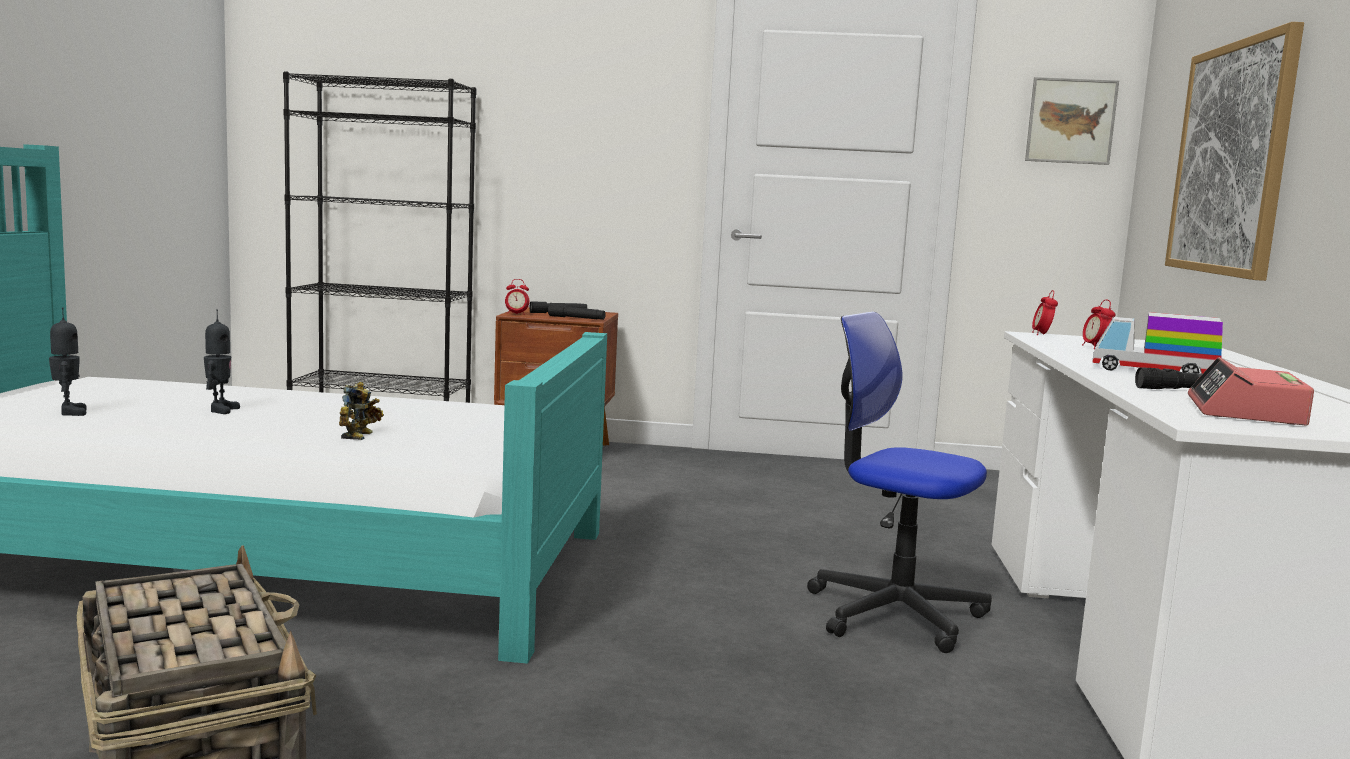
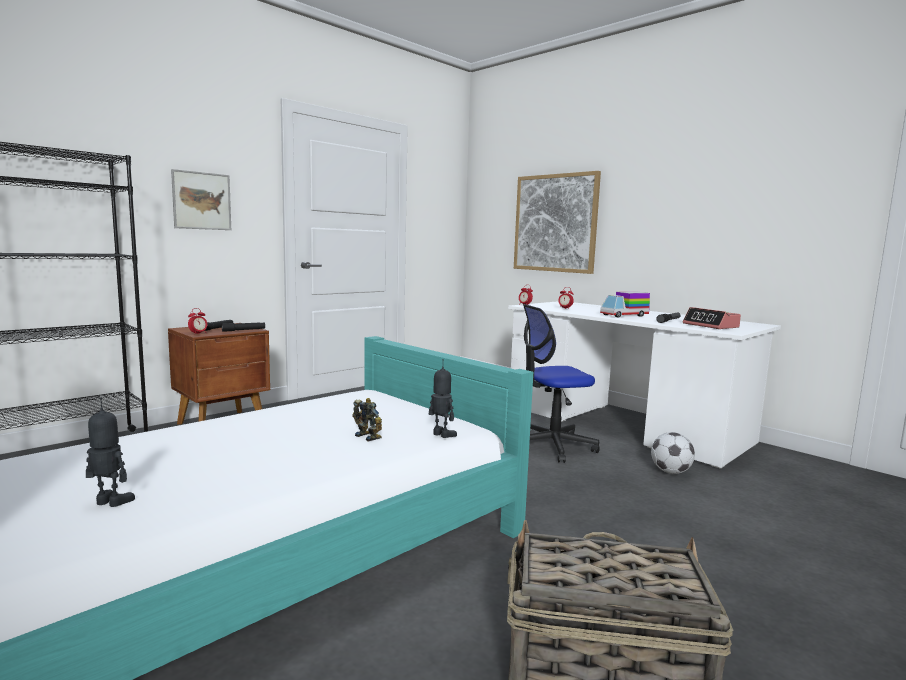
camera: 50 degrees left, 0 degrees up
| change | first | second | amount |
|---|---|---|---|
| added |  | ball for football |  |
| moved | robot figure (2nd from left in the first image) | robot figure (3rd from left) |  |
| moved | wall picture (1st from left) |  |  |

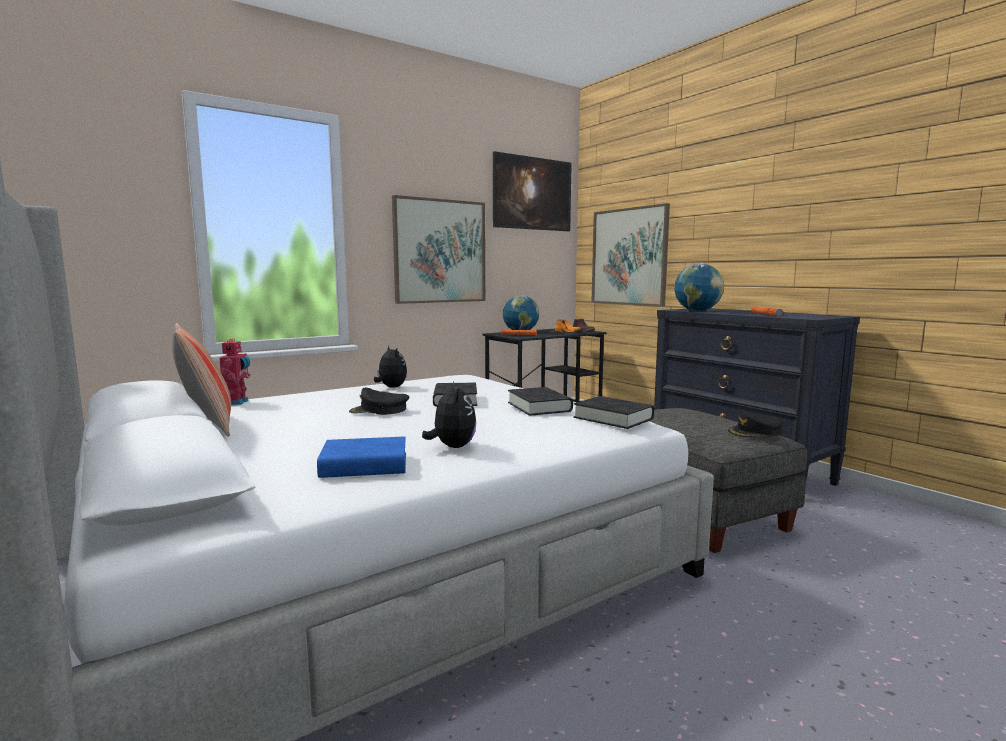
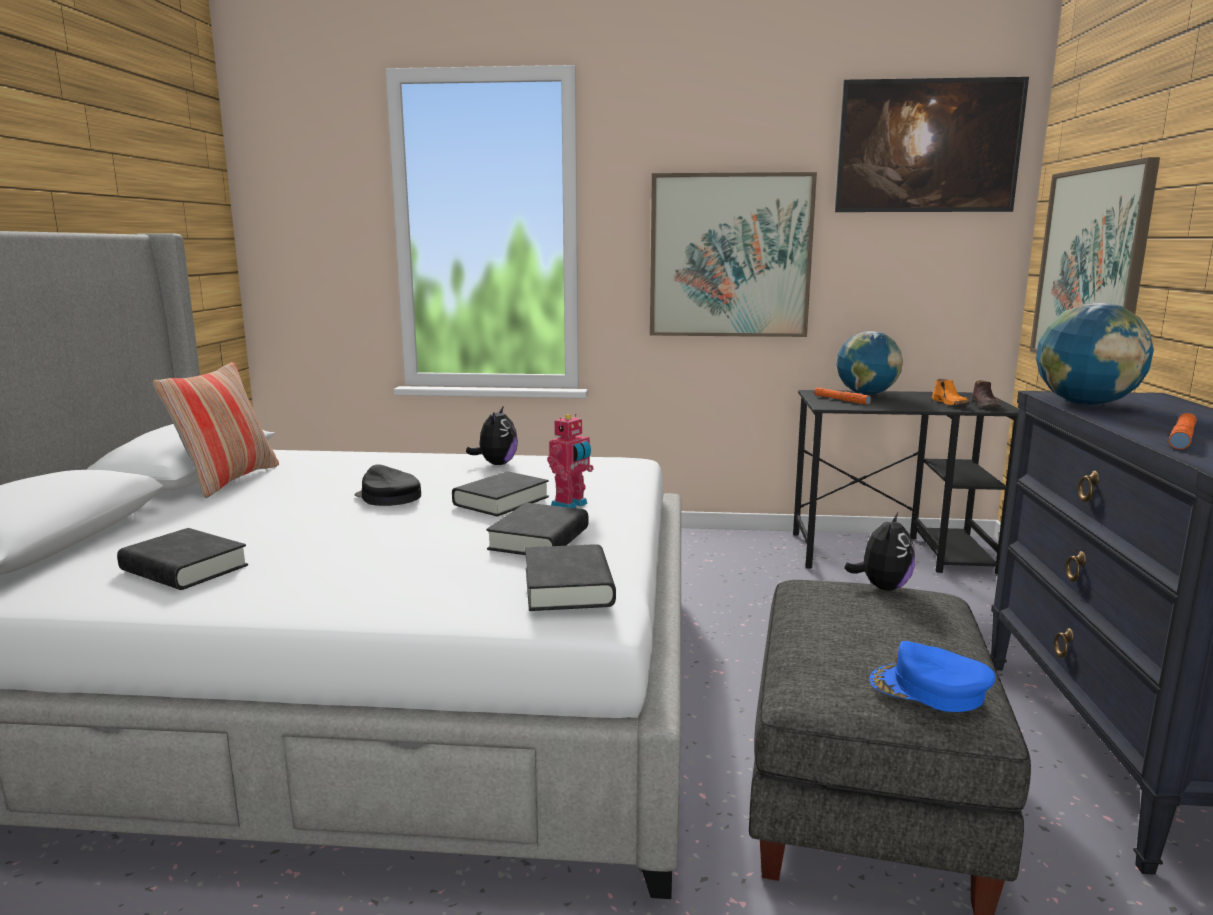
camera: 40 degrees right, 5 degrees up
| change | first | second | amount |
|---|---|---|---|
| moved | robot figure |  |  |
| moved | soft toy (2nd from left) |  |  |
| recoloured | blue-coloured volume | blackish volume (1st from left) |  |
| recoloured | blackish peaked cap (2nd from left) | blue-coloured peaked cap |  |

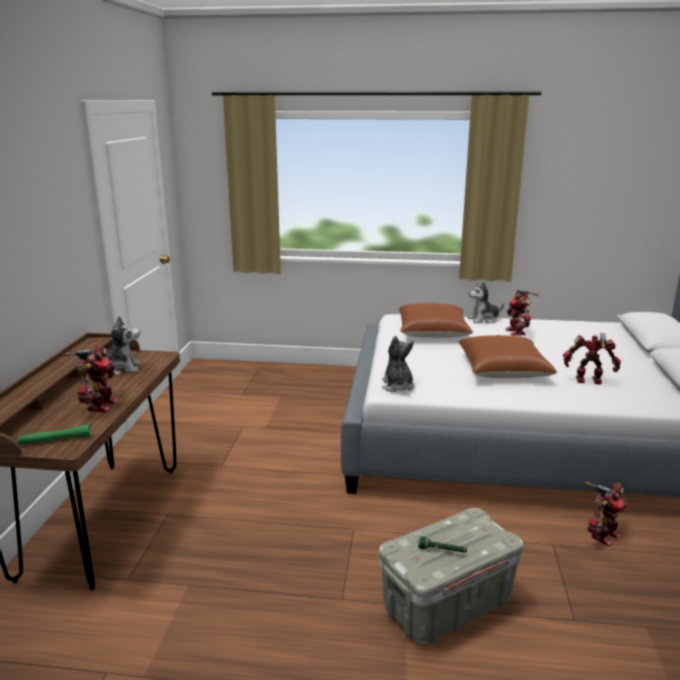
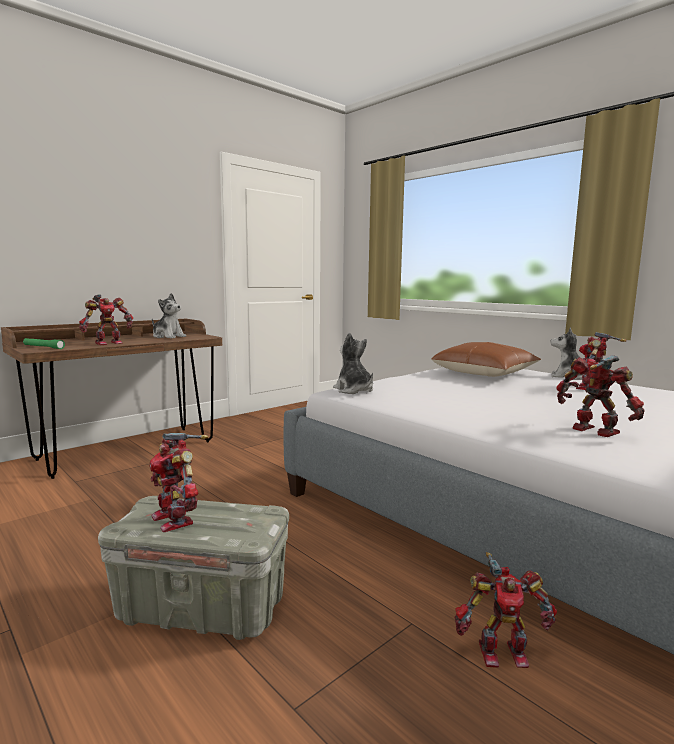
camera: 40 degrees right, 10 degrees down
| change | first | second | amount |
|---|---|---|---|
| removed | brownish throw pillow (2nd from left) |  |  |
| replaced | greenish hand torch (2nd from left) | robot figure (2nd from left) |  |
| turned | soft toy (2nd from left) |  | 60 degrees counterclockwise |

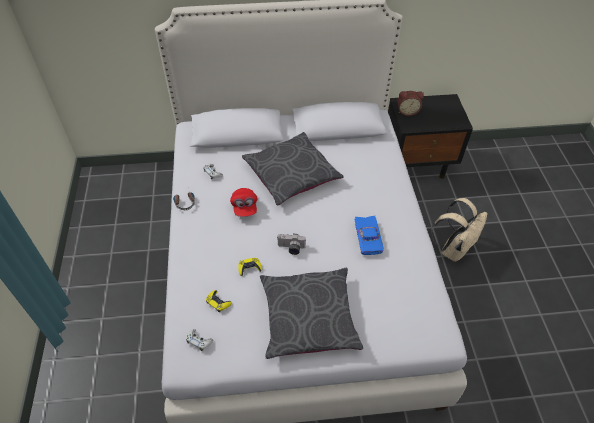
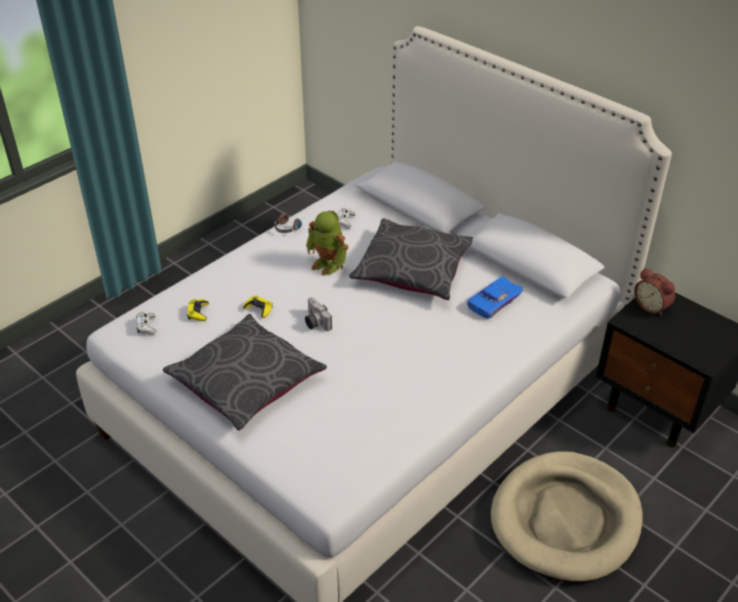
camera: 50 degrees right, 10 degrees down
| change | first | second | amount |
|---|---|---|---|
| moved | blue-coloured miniature car |  |  |
| replaced | reddish peaked cap | robot figure |  |
| replaced | sand-coloured rucksack | sand-coloured dog cushion |  |

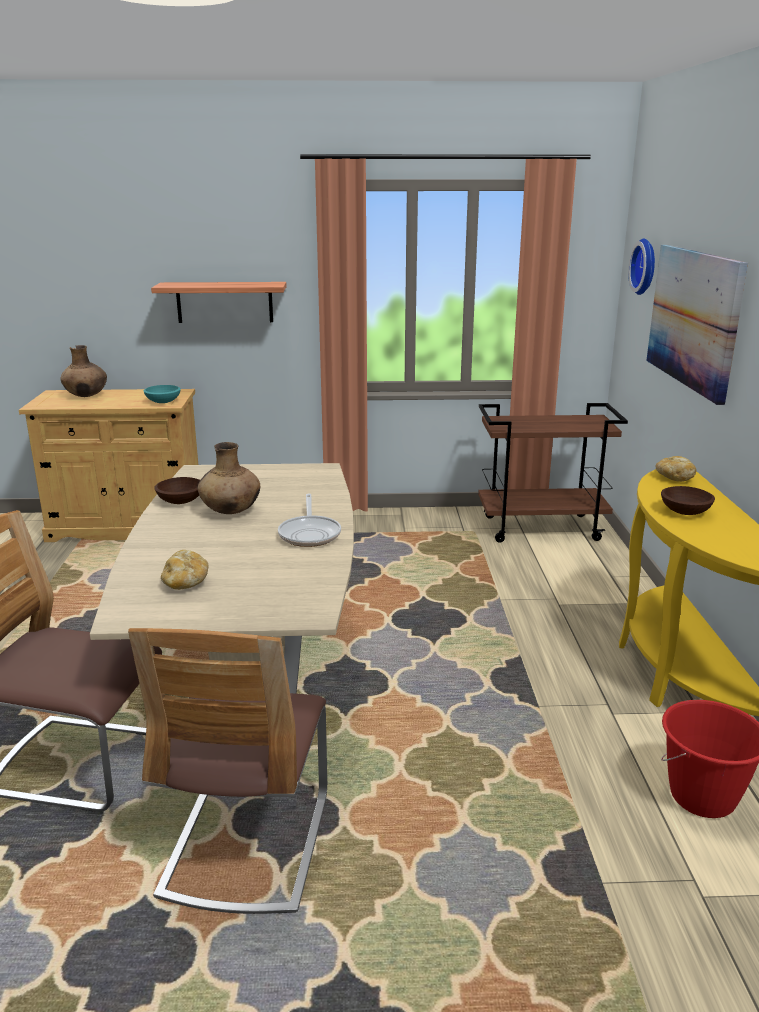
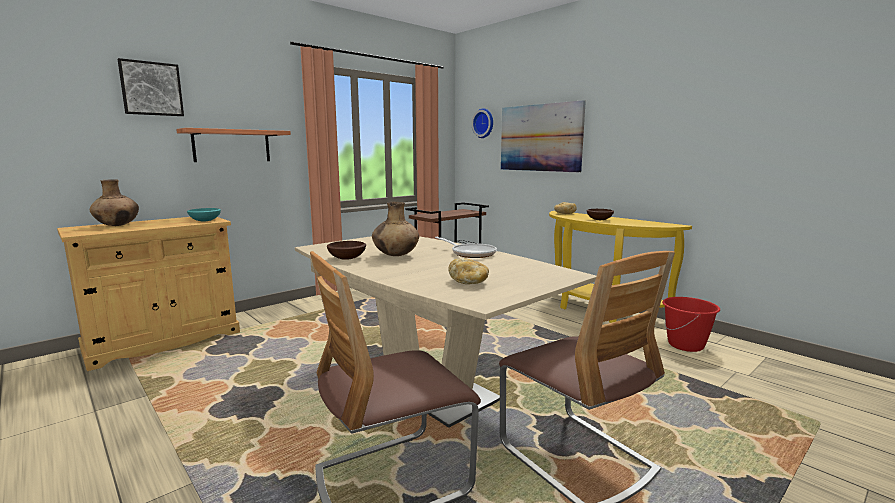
camera: 40 degrees left, 10 degrees down
| change | first | second | amount |
|---|---|---|---|
| added |  | wall picture (1st from left) |  |

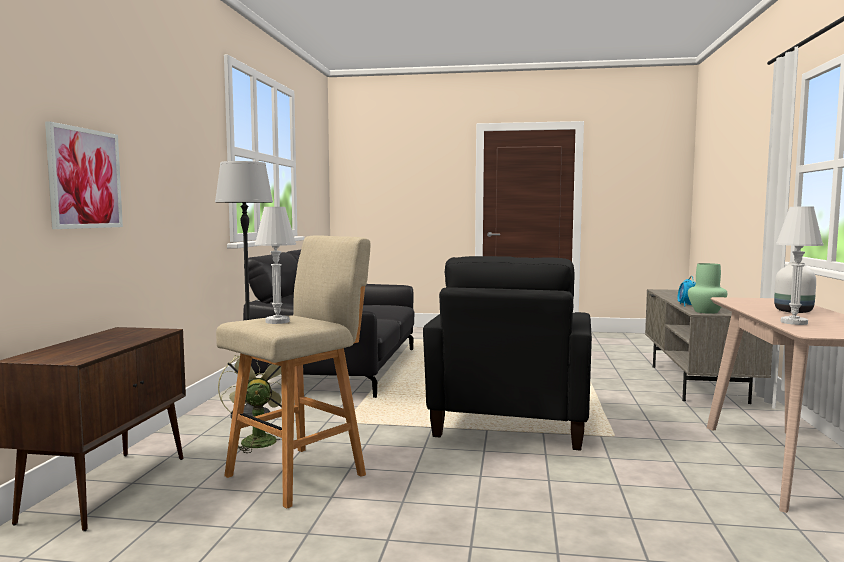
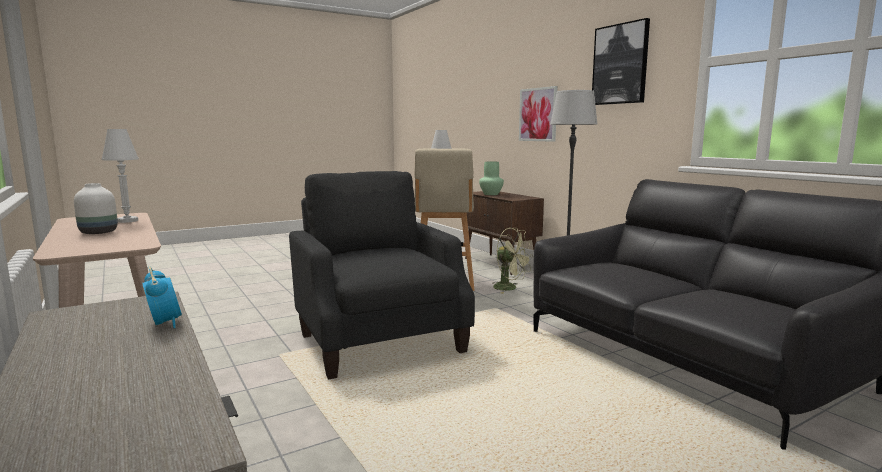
camera: 140 degrees right, 5 degrees up
| change | first | second | amount |
|---|---|---|---|
| added |  | wall picture (2nd from left) |  |
| moved | greenish flower vase |  |  |

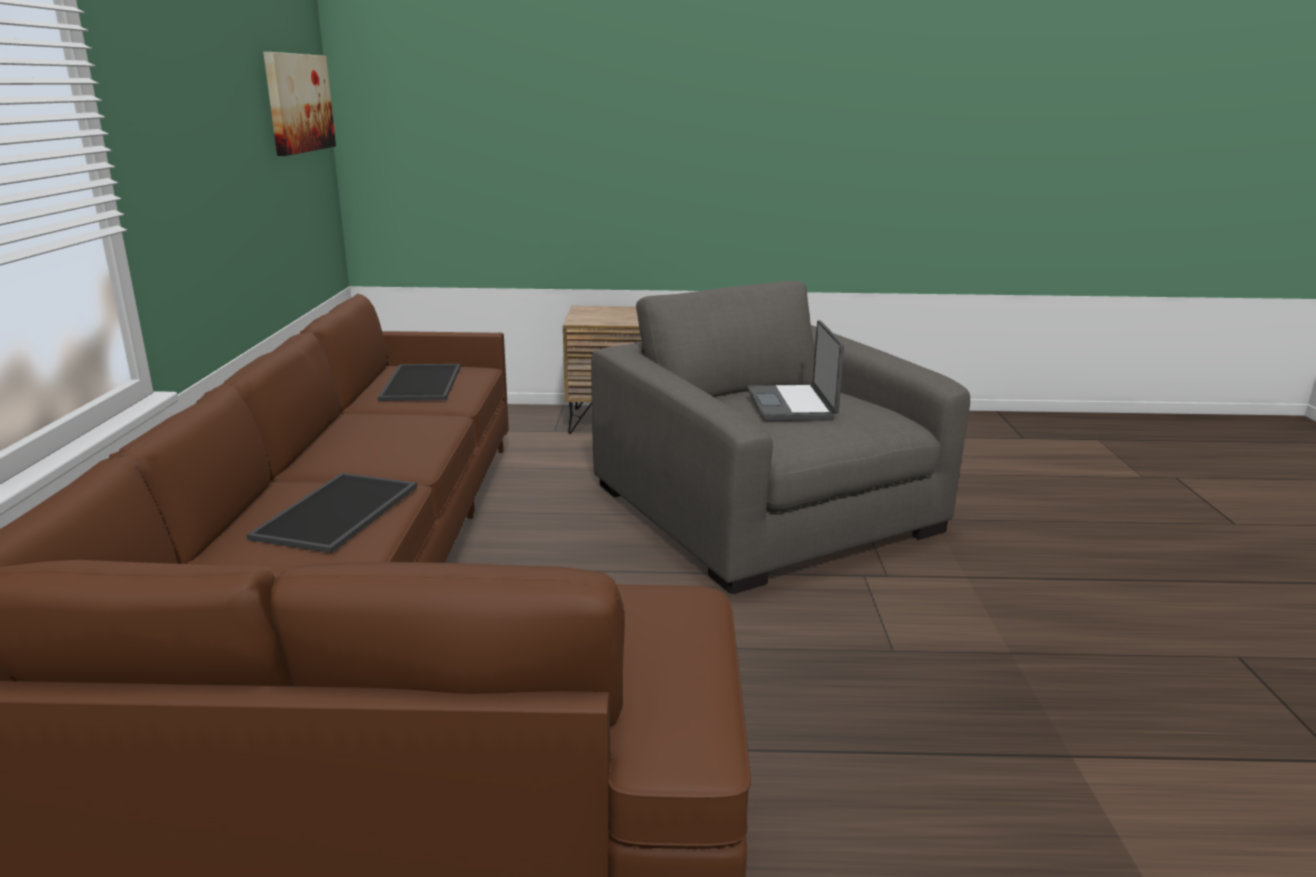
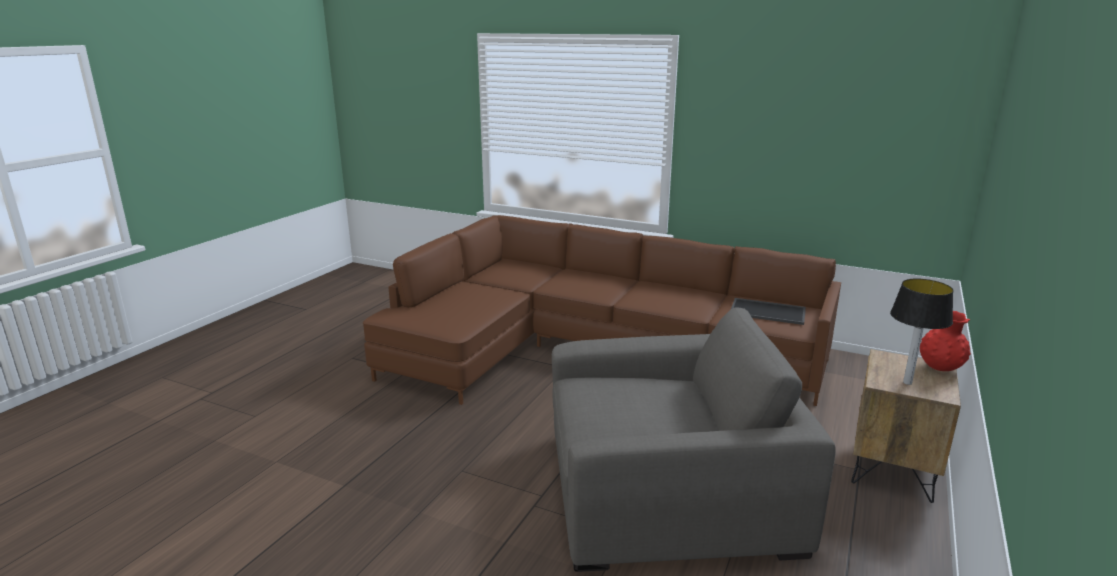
camera: 115 degrees right, 0 degrees up
| change | first | second | amount |
|---|---|---|---|
| removed | tray (1st from left) |  |  |
| removed | wall picture |  |  |
| removed | portable computer |  |  |
| added |  | tabletop lamp |  |
| added |  | reddish flower vase |  |

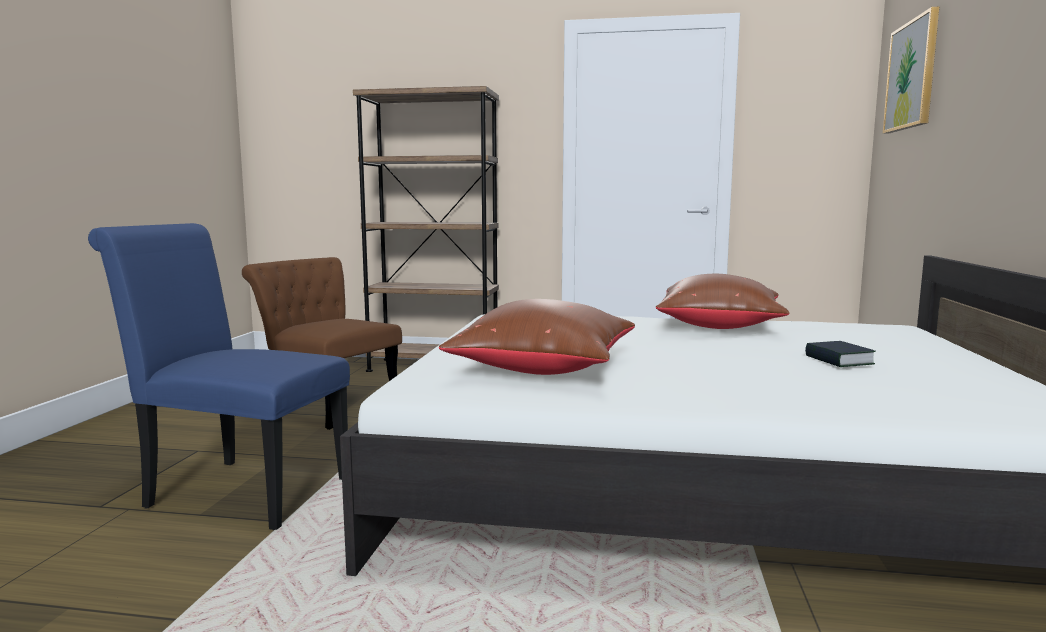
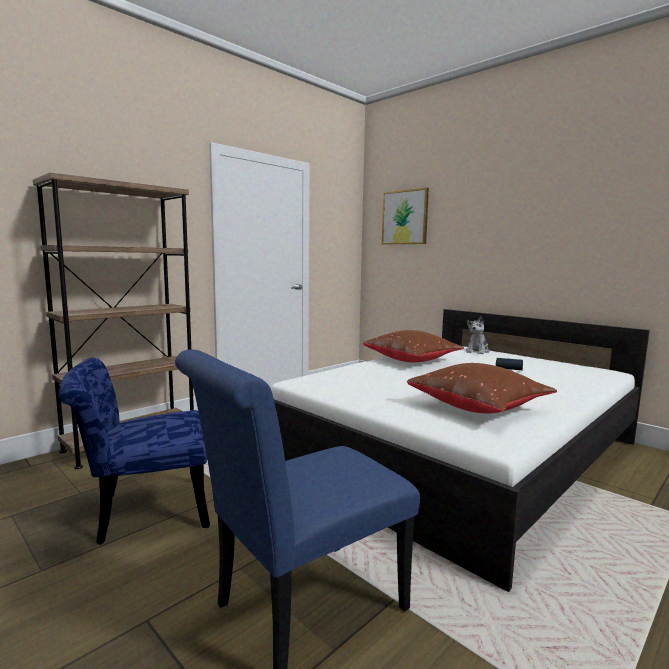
camera: 55 degrees left, 0 degrees up
| change | first | second | amount |
|---|---|---|---|
| added |  | soft toy |  |
| recoloured | brownish plain chair | blue-coloured plain chair (1st from left) |  |

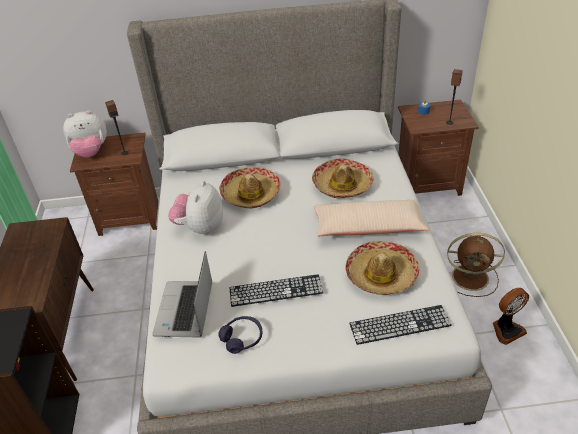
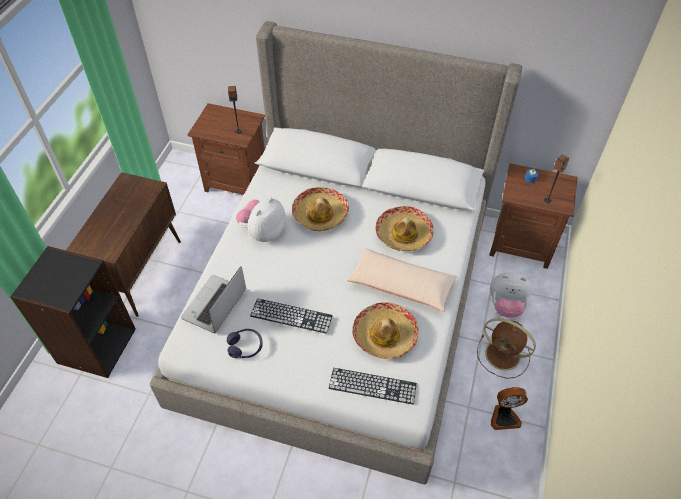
camera: 20 degrees right, 10 degrees up
| change | first | second | amount |
|---|---|---|---|
| moved | soft toy (1st from left in the first image) | soft toy (2nd from left) |  |

